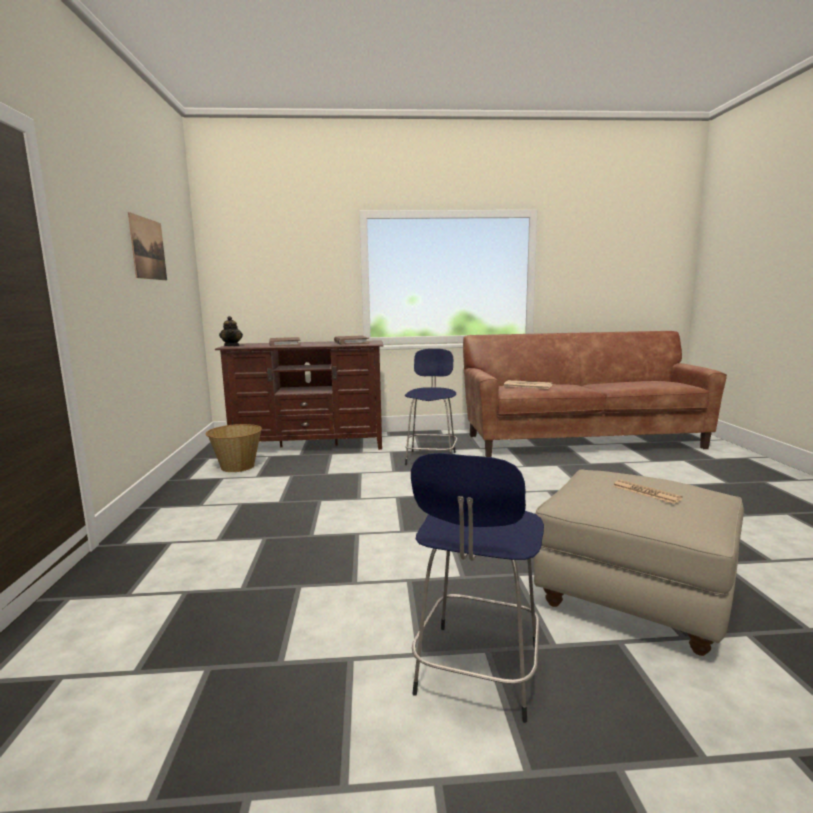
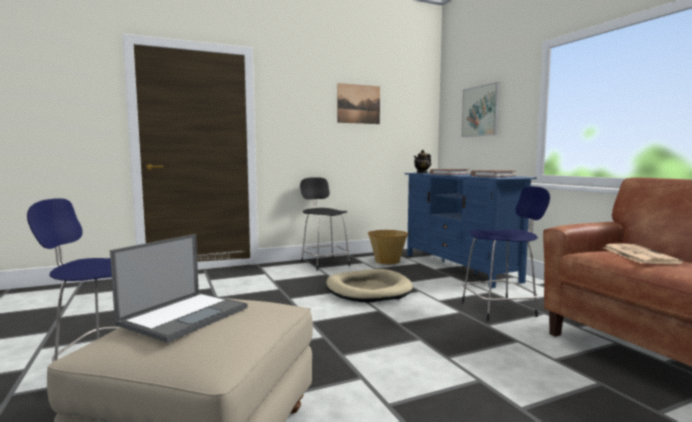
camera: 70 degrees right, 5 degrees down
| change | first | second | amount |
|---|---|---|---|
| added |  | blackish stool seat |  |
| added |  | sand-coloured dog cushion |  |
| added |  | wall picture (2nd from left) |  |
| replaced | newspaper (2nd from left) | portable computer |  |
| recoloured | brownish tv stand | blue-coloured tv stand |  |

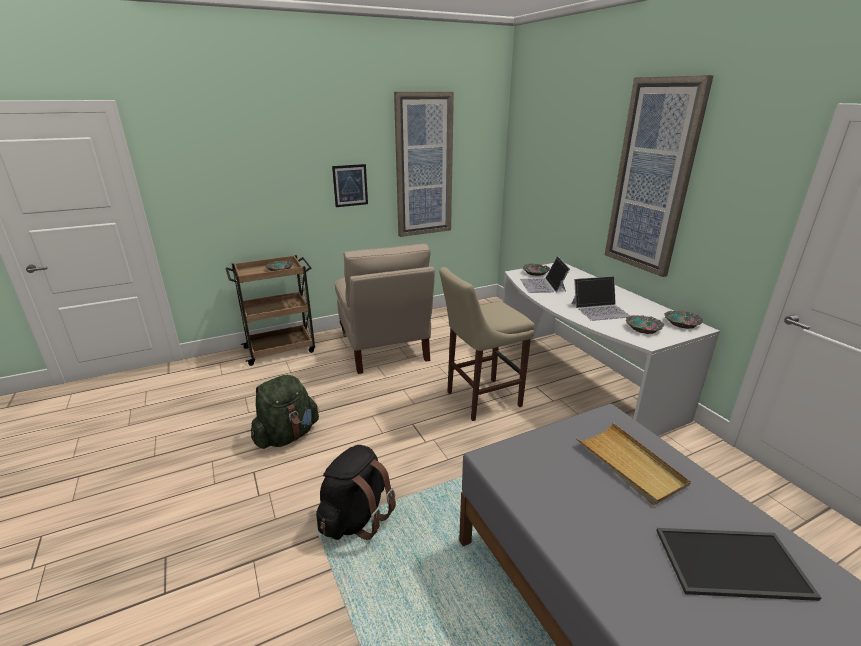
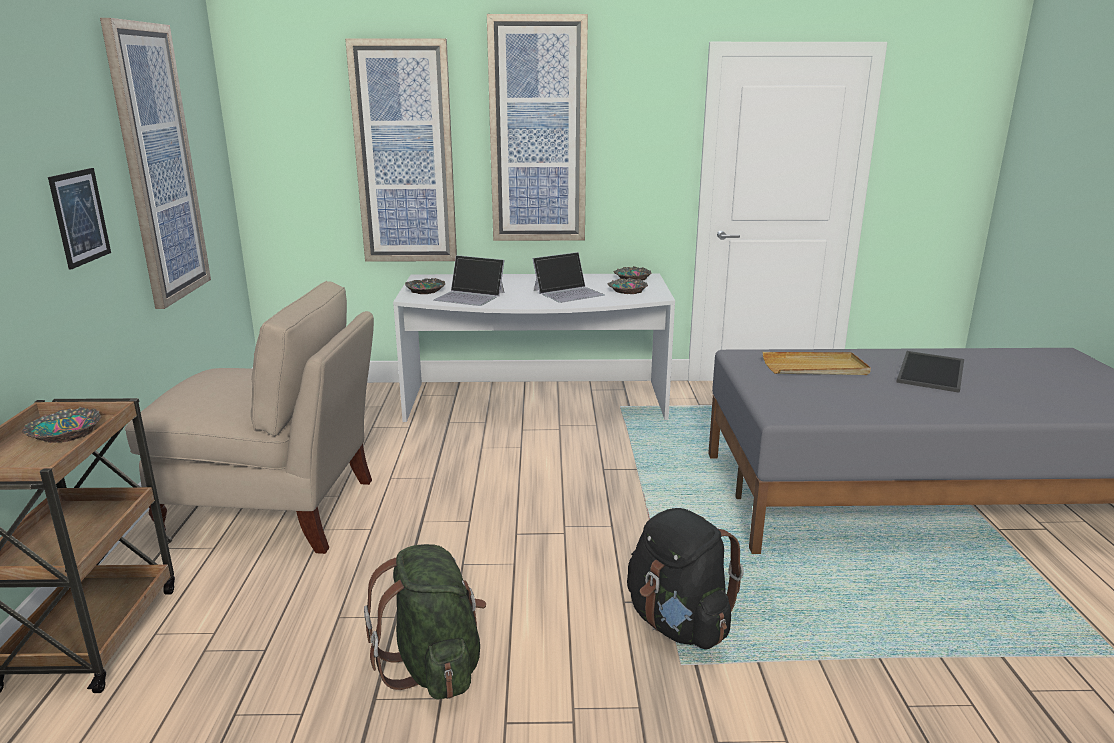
camera: 65 degrees left, 5 degrees down
| change | first | second | amount |
|---|---|---|---|
| removed | sand-coloured stool seat |  |  |
| added |  | wall picture (3rd from left) |  |
| turned | portable computer (2nd from left) |  | 45 degrees clockwise |

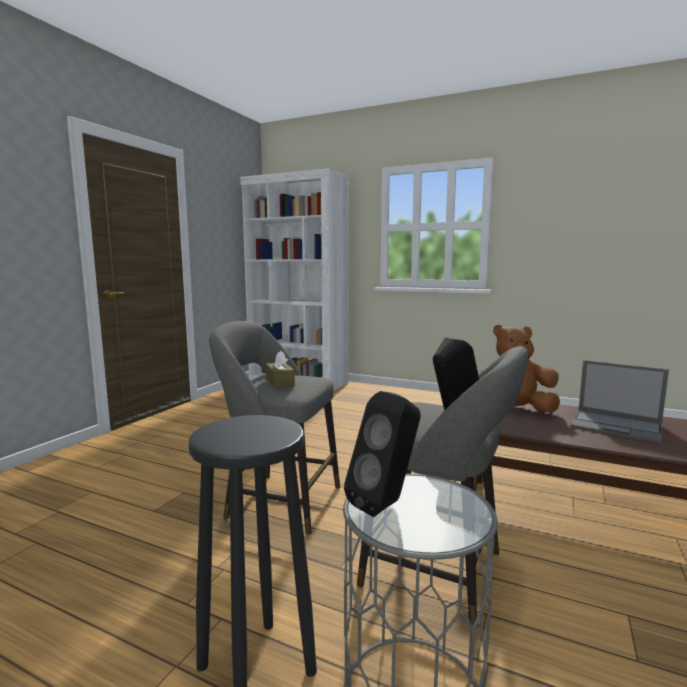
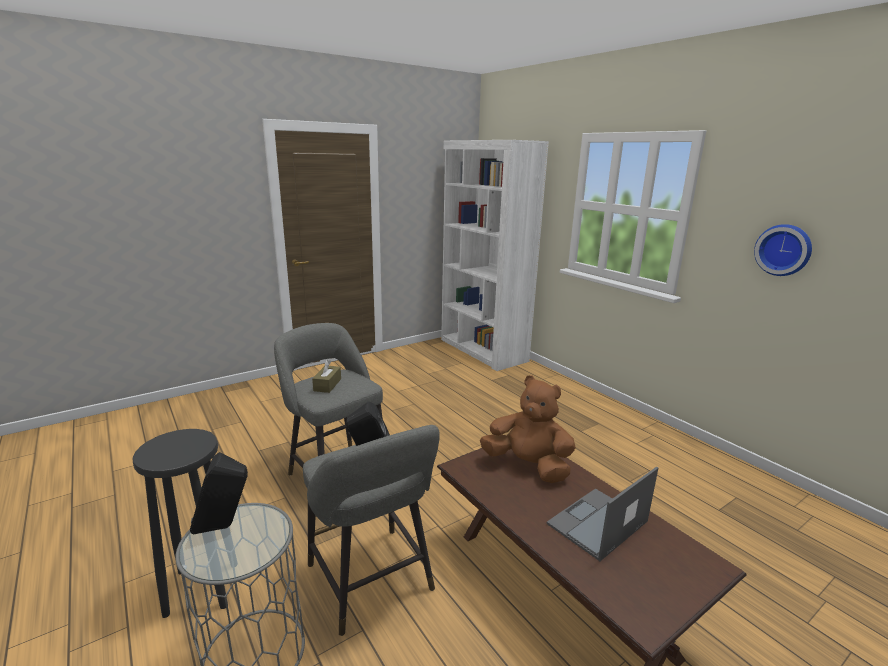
camera: 30 degrees right, 10 degrees up
| change | first | second | amount |
|---|---|---|---|
| added |  | clock on the wall |  |
| turned | portable computer |  | 75 degrees clockwise |

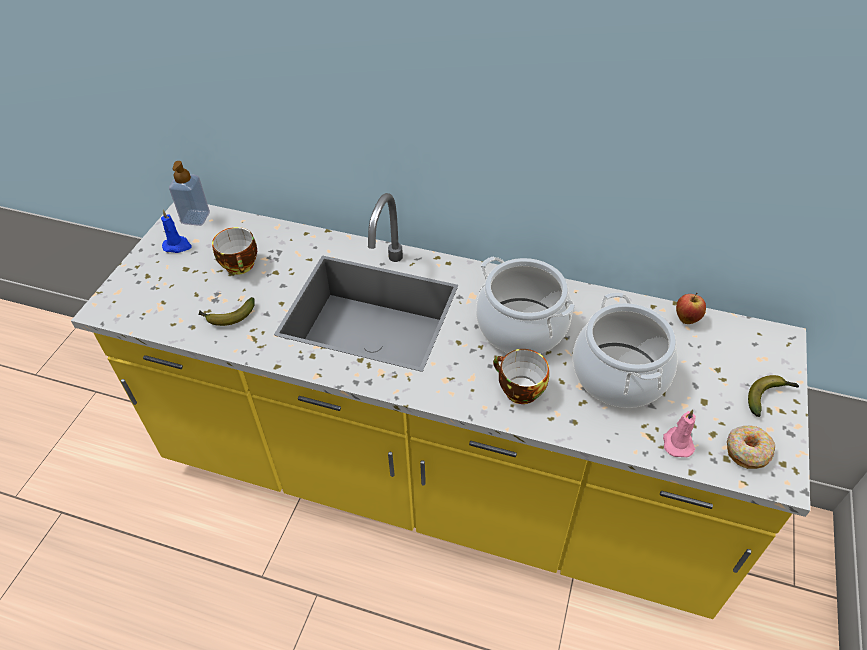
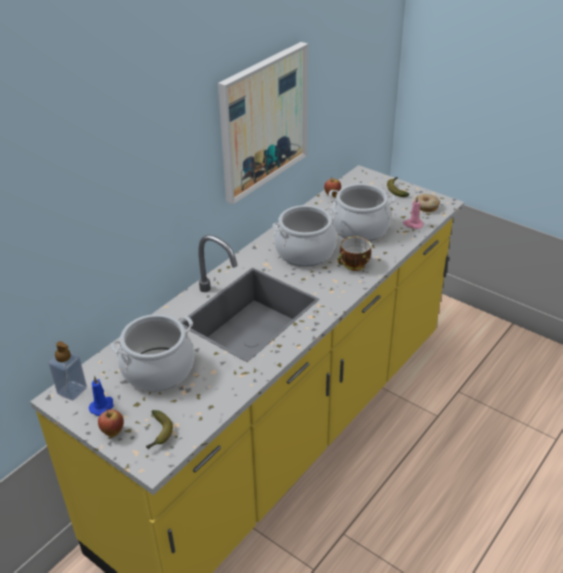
camera: 70 degrees left, 10 degrees down
| change | first | second | amount |
|---|---|---|---|
| added |  | apple (1st from left) |  |
| added |  | wall picture |  |
| moved | banana fruit (1st from left) |  |  |
| replaced | cup (1st from left) | saucepot (1st from left) |  |

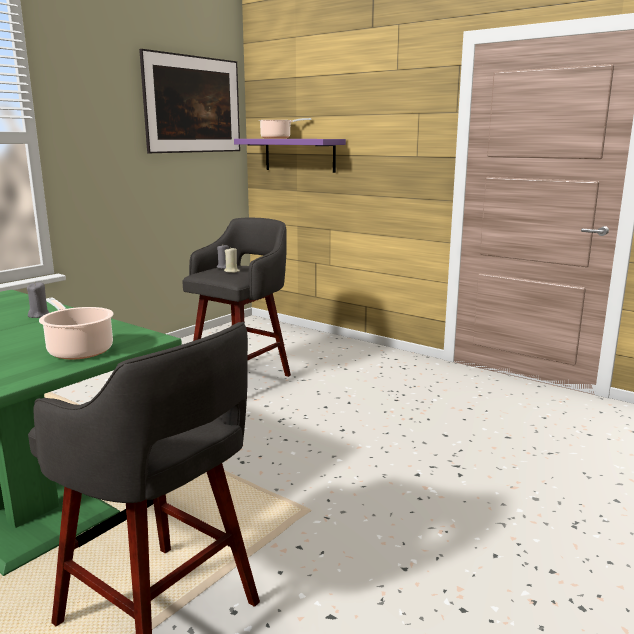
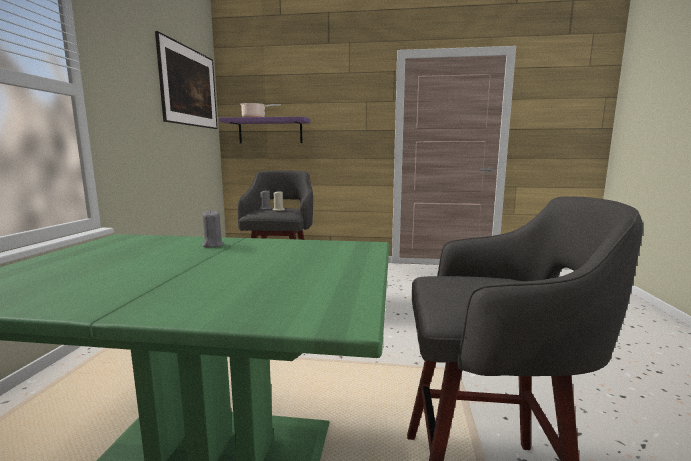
camera: 30 degrees left, 5 degrees down
| change | first | second | amount |
|---|---|---|---|
| removed | saucepot (1st from left) |  |  |

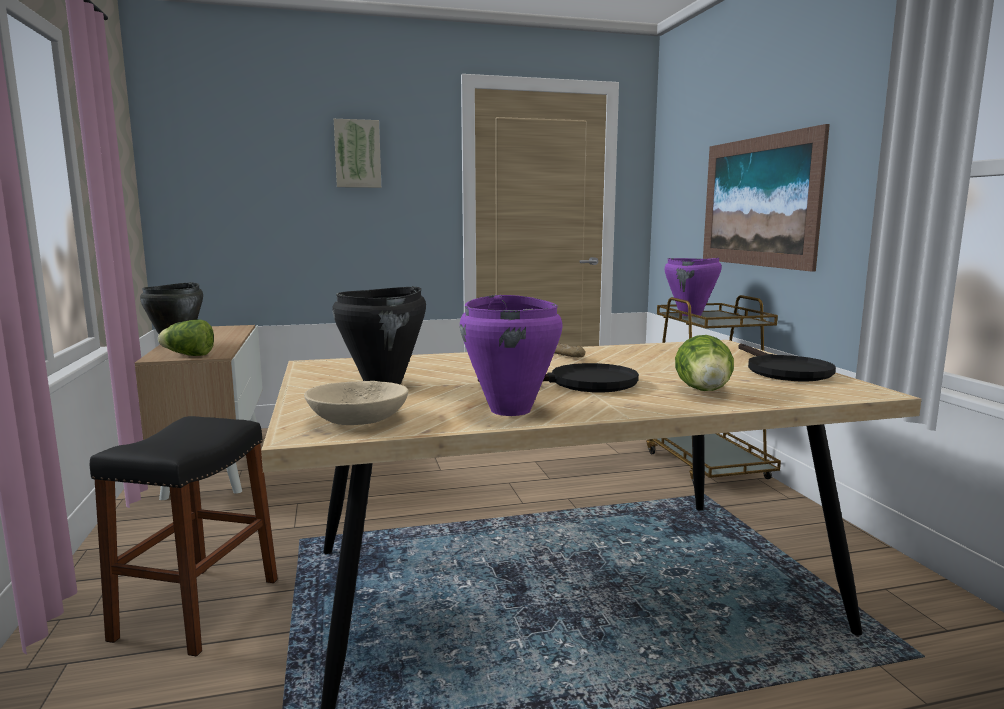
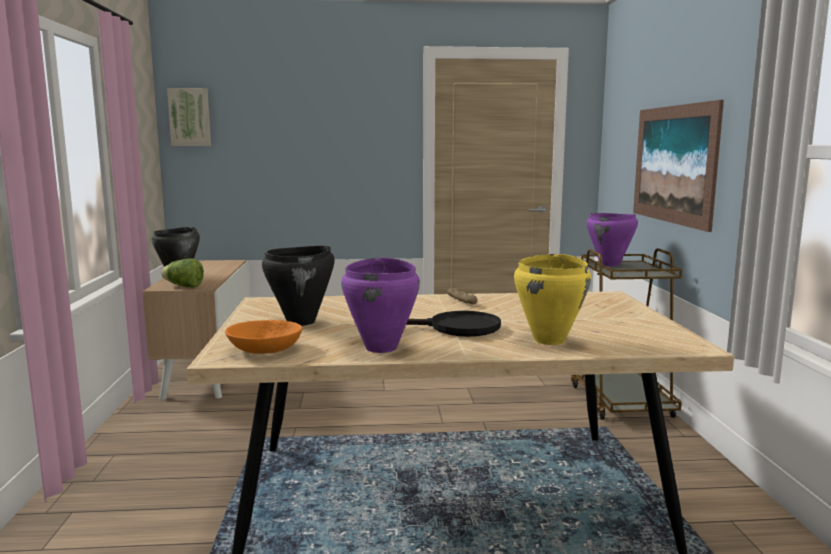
camera: 10 degrees right, 0 degrees up
| change | first | second | amount |
|---|---|---|---|
| removed | blackish stool seat |  |  |
| removed | blackish frying pan (2nd from left) |  |  |
| moved | wall picture (1st from left) |  |  |
| replaced | lettuce (2nd from left) | yellow-coloured saucepot |  |
| recoloured | sand-coloured deep dish | orange deep dish |  |

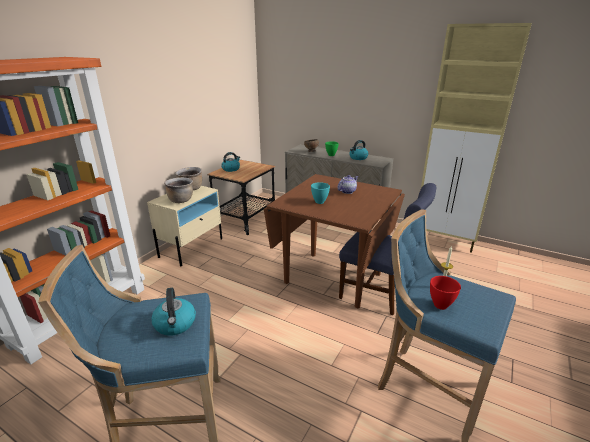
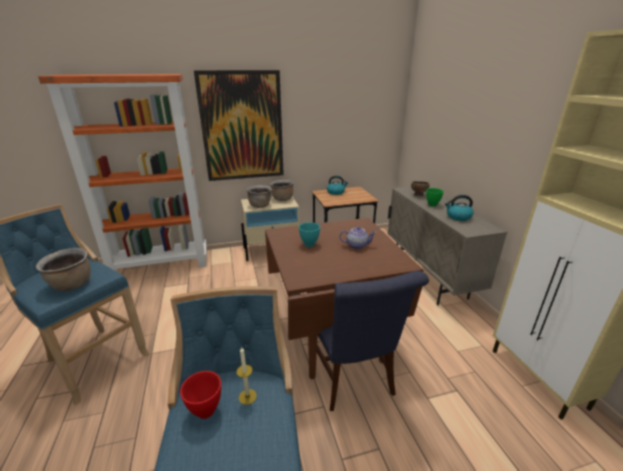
camera: 45 degrees right, 0 degrees up
| change | first | second | amount |
|---|---|---|---|
| added |  | wall picture |  |
| replaced | water kettle (1st from left) | brownish saucepot (1st from left) |  |

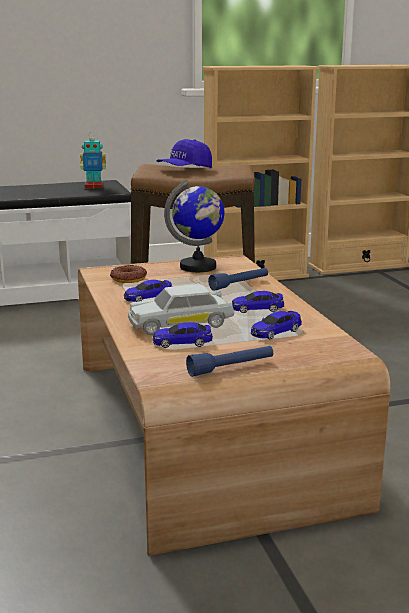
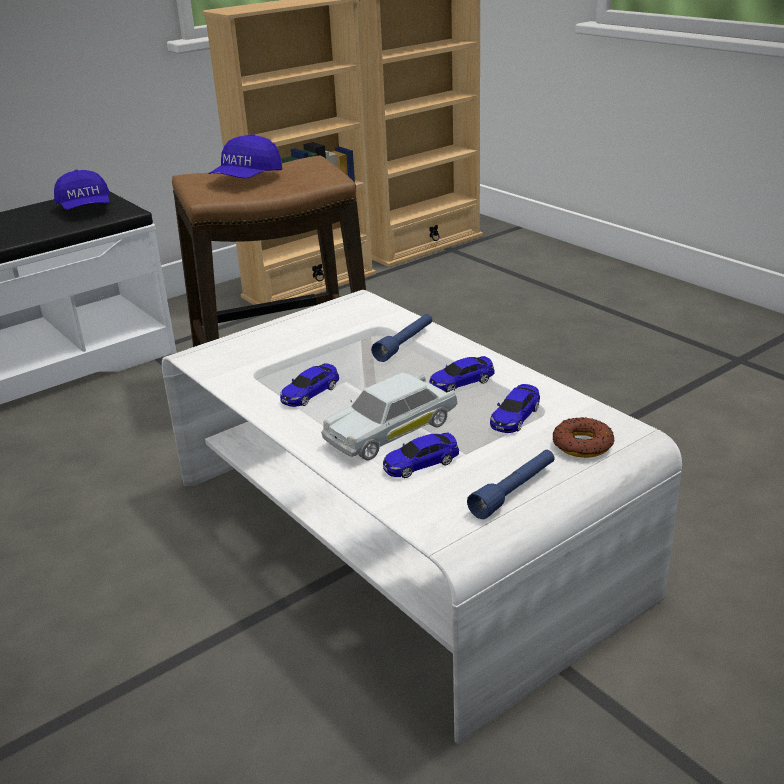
camera: 20 degrees left, 10 degrees up
| change | first | second | amount |
|---|---|---|---|
| removed | world globe |  |  |
| moved | ring doughnut |  |  |
| replaced | robot figure | blue-coloured peaked cap (1st from left) |  |
| recoloured | brownish coffee table | white coffee table |  |

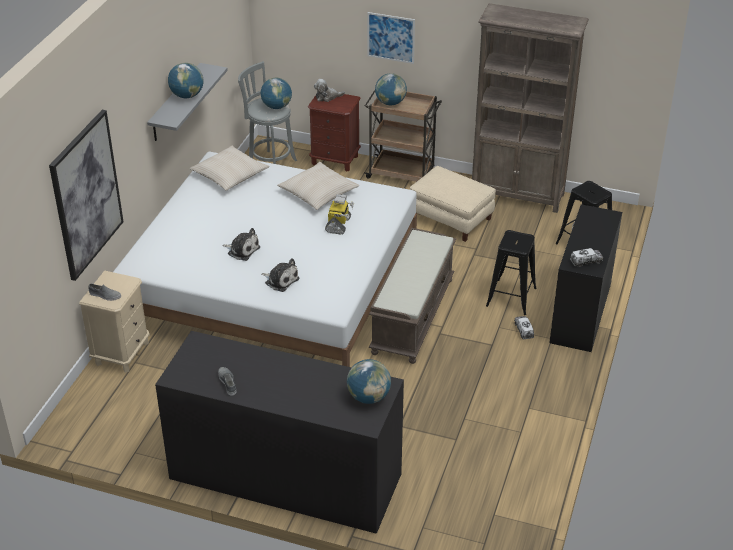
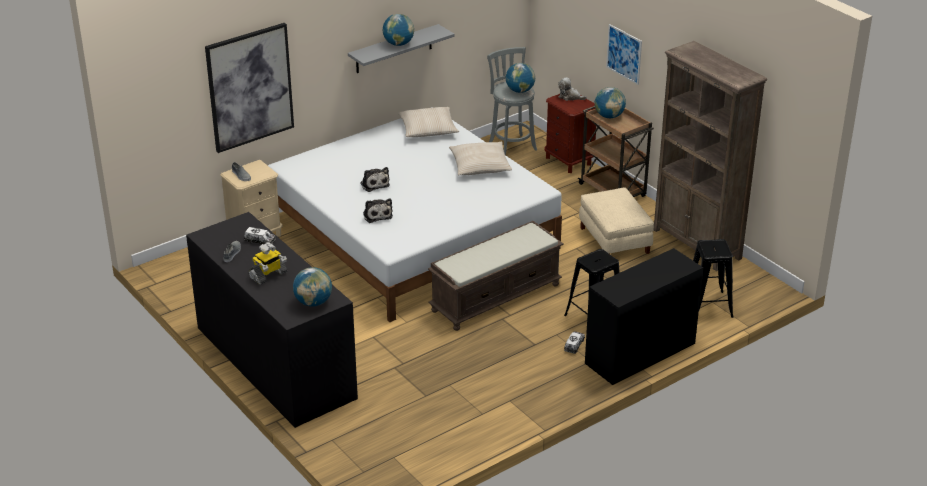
camera: 35 degrees right, 5 degrees down
| change | first | second | amount |
|---|---|---|---|
| moved | robot figure |  |  |
| moved | toy lorry (2nd from left in the first image) | toy lorry (1st from left) |  |

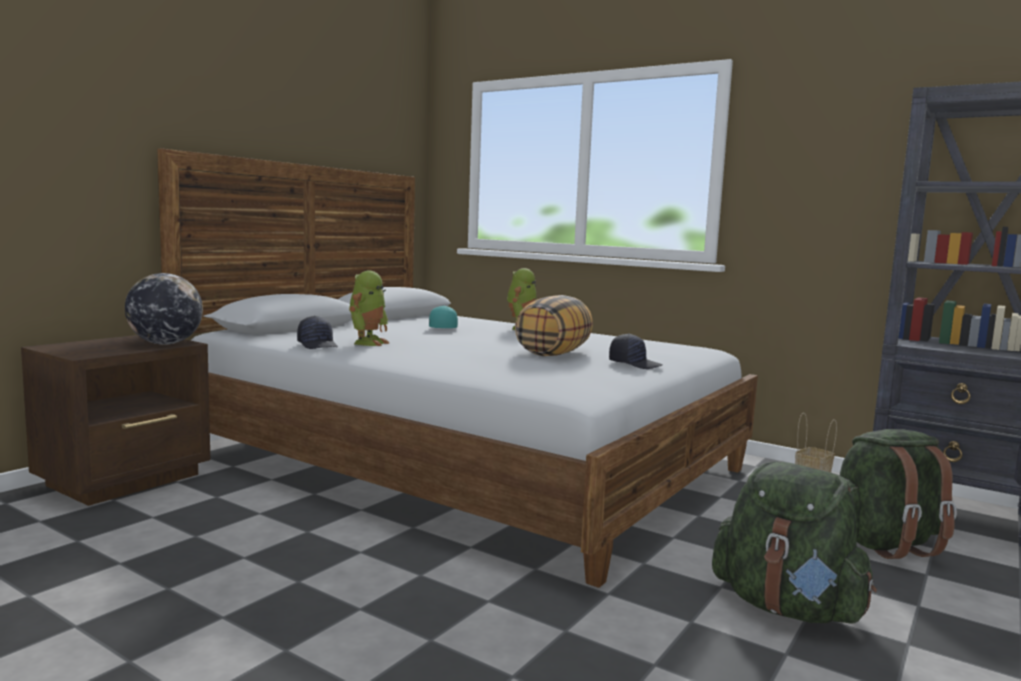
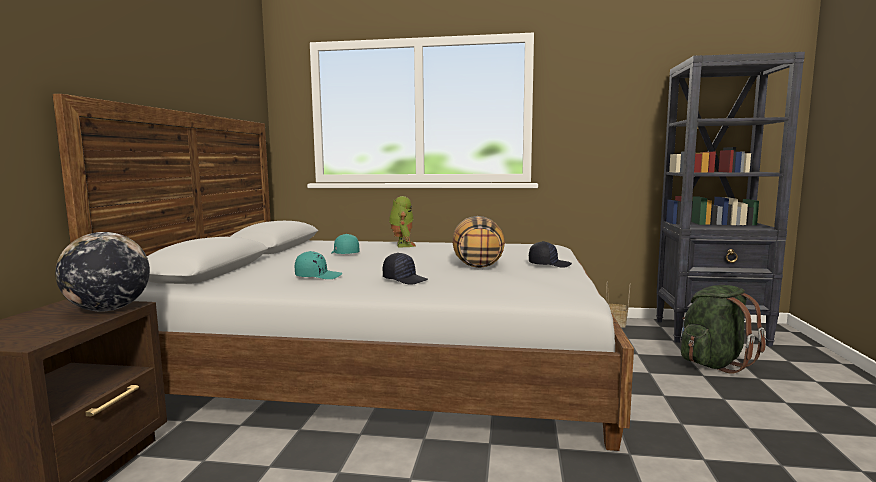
camera: 25 degrees left, 0 degrees up
| change | first | second | amount |
|---|---|---|---|
| removed | greenish rucksack (1st from left) |  |  |
| moved | blackish peaked cap (1st from left) |  |  |
| replaced | robot figure (1st from left) | turquoise-coloured peaked cap (1st from left) |  |

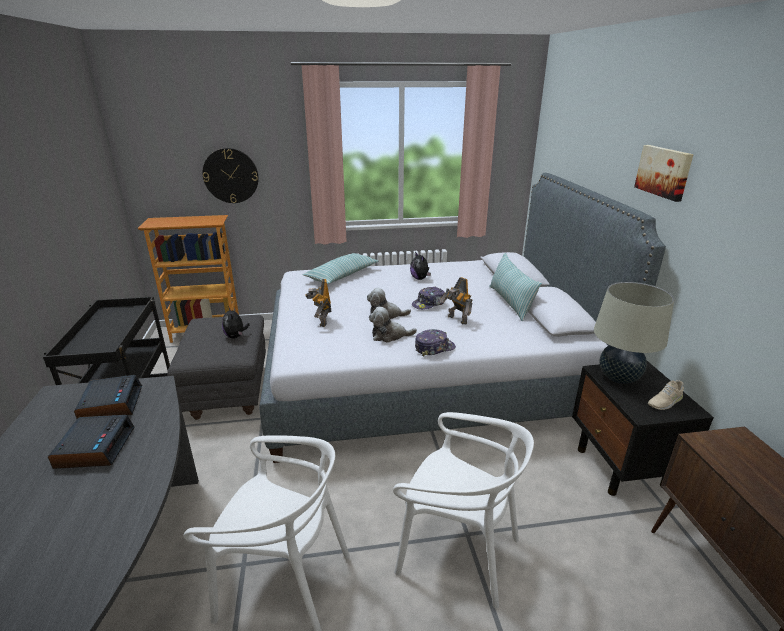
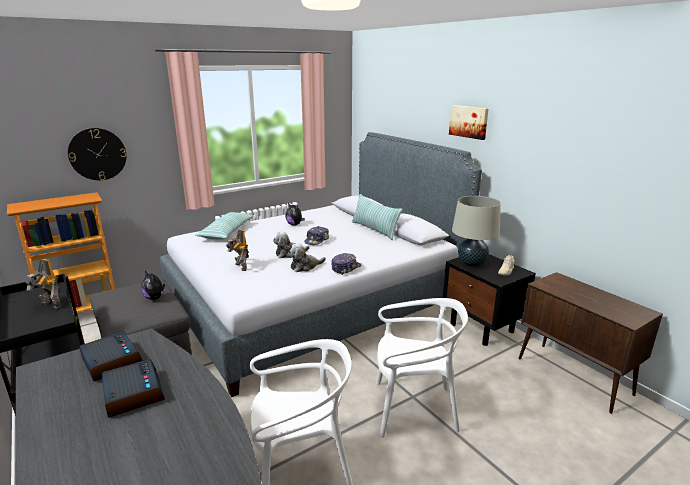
camera: 25 degrees left, 5 degrees down
| change | first | second | amount |
|---|---|---|---|
| moved | robot figure (2nd from left in the first image) | robot figure (1st from left) |  |

